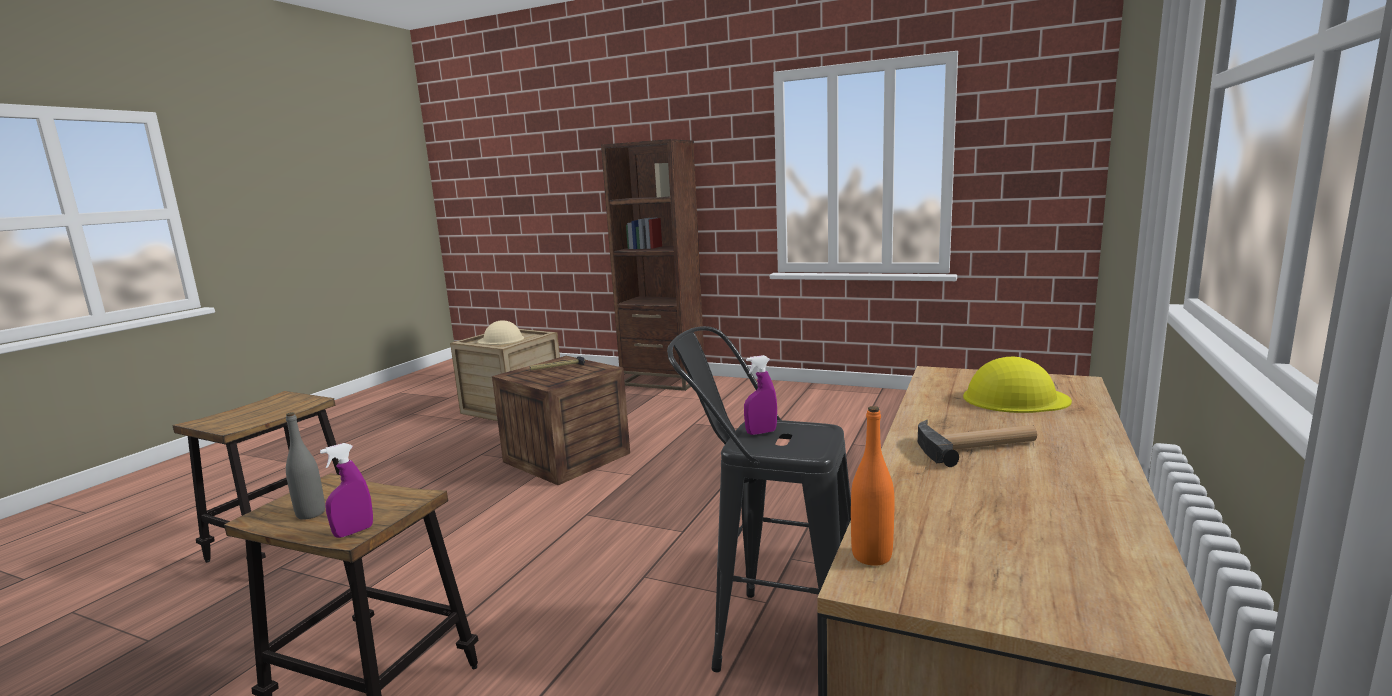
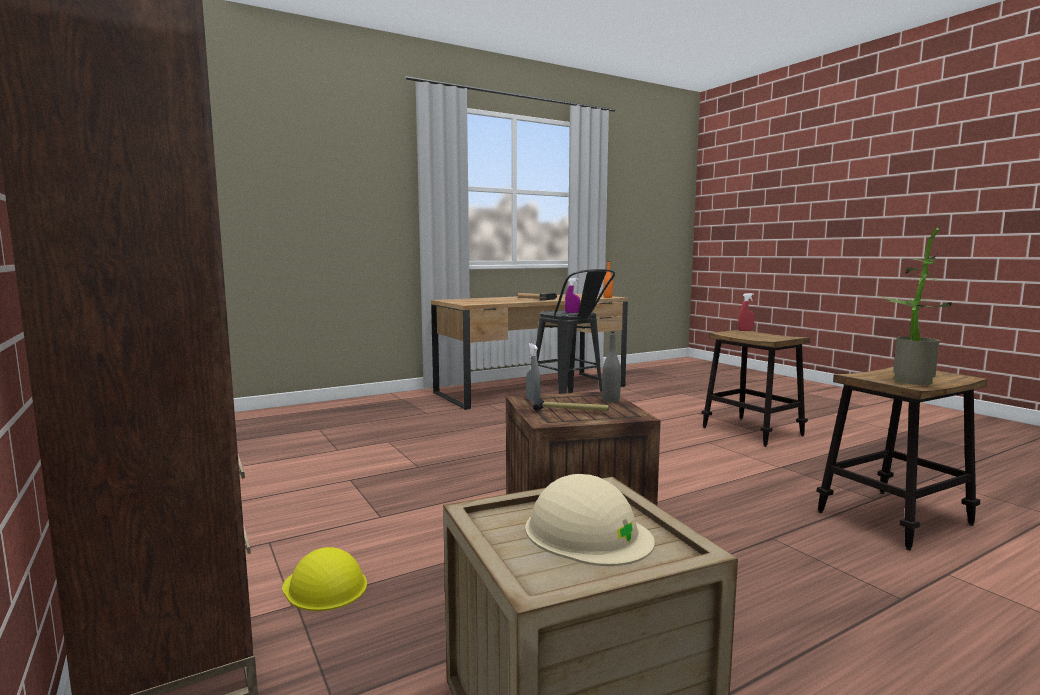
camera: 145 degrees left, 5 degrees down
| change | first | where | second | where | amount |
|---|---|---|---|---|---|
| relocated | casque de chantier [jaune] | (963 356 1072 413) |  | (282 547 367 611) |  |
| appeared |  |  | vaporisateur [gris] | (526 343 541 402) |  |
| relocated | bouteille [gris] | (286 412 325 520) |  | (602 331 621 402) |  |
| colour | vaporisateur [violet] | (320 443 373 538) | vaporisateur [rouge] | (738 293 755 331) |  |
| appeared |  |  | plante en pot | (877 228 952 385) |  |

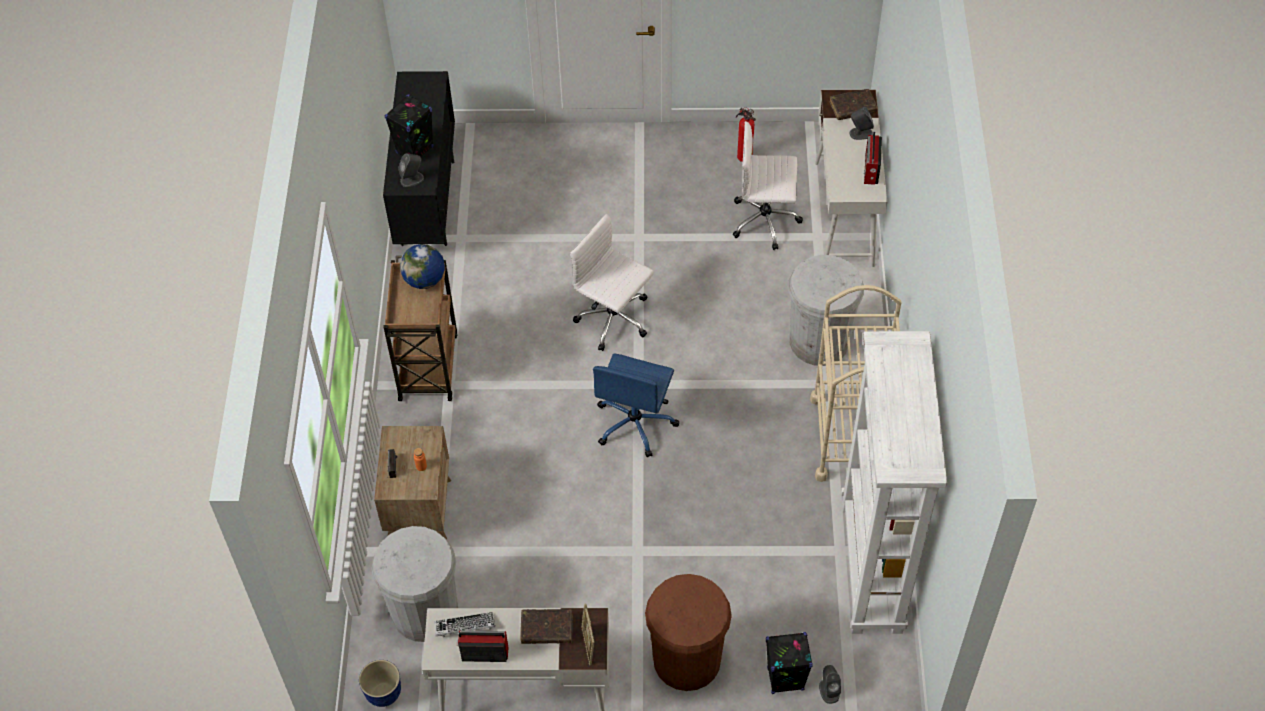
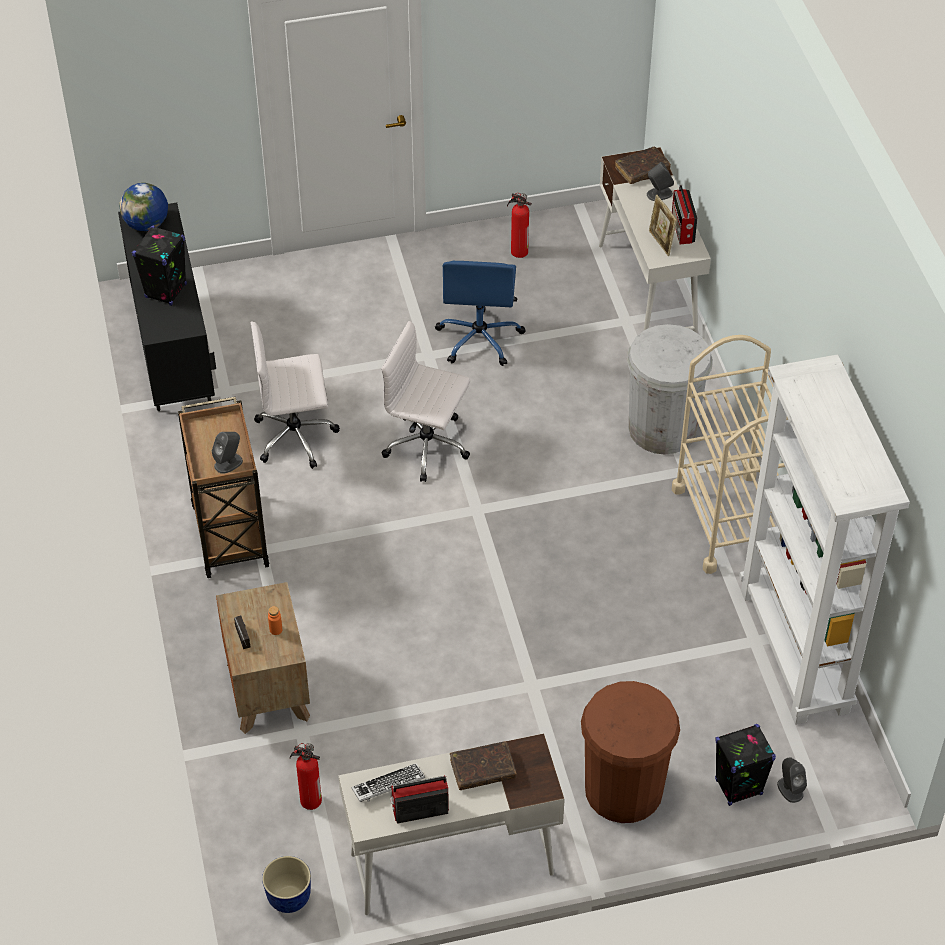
camera: 15 degrees left, 5 degrees down
| change | first | where | second | where | amount |
|---|---|---|---|---|---|
| relocated | globe | (400 244 445 289) |  | (120 183 168 231) |  |
| relocated | enceinte [gris] | (398 154 424 187) |  | (212 432 243 474) |  |
| relocated | chaise de bureau [blanc] | (733 121 803 250) |  | (250 321 340 469) |  |
| exchanged | poubelle [blanc] | (371 526 458 642) | extincteur | (290 743 322 810) |  |
| relocated | chaise de bureau [bleu] | (593 353 679 457) |  | (435 261 525 366) |  |
| relocated | cadre photo | (582 603 594 665) |  | (649 195 677 256) |  |

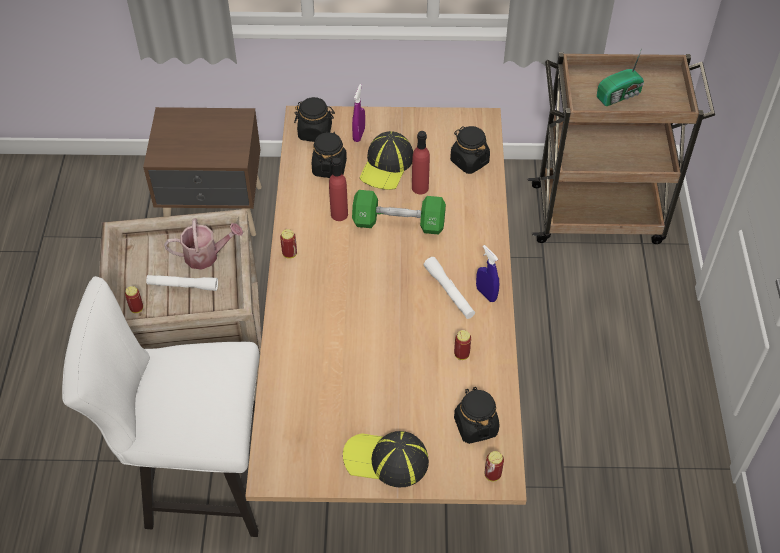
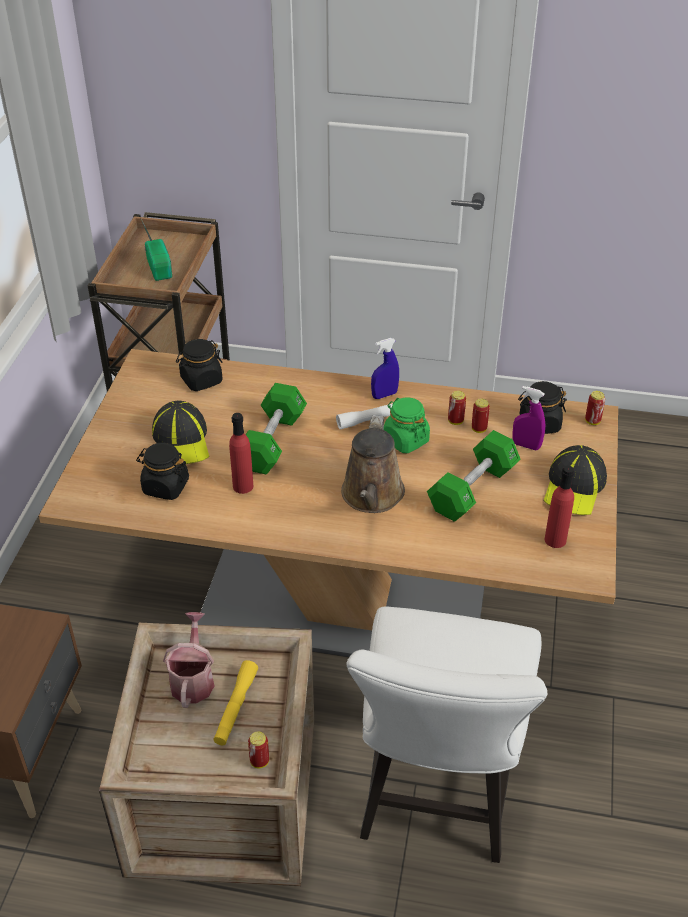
camera: 80 degrees left, 10 degrees down
| change | first | where | second | where | amount |
|---|---|---|---|---|---|
| spun | casquette | (359 131 413 190) |  | (152 401 209 464) | 45 degrees clockwise |
| colour | lampe de poche [blanc] | (146 275 218 291) | lampe de poche [jaune] | (213 660 258 745) |  |
| appeared |  |  | arrosoir [marron] | (341 415 405 513) |  |
| appeared |  |  | bocal [vert] | (383 398 430 453) |  |
| appeared |  |  | haltère [vert] | (427 430 520 522) |  |
| relocated | boîte métallique | (280 229 297 259) |  | (472 398 490 433) |  |
| relocated | vaporisateur [violet] | (352 84 365 142) |  | (512 386 545 450) |  |
| relocated | bouteille [rouge] | (412 131 430 194) |  | (545 466 574 548) |  |
| missing | bocal [noir] | (294 97 335 142) |  |  |  |

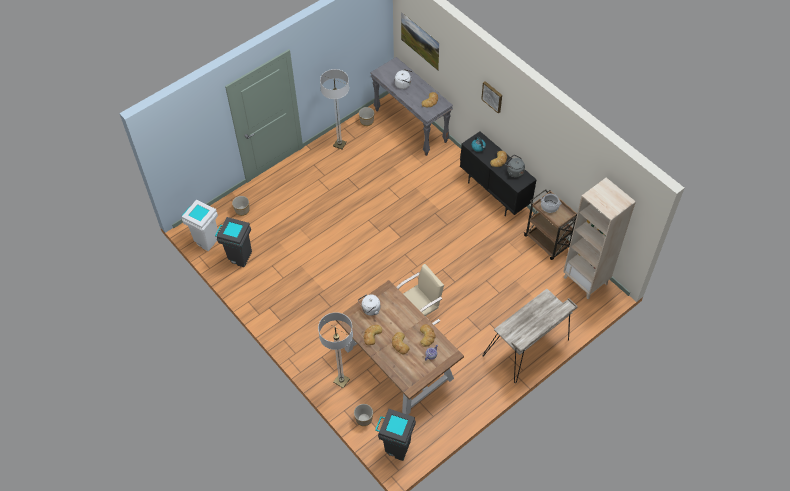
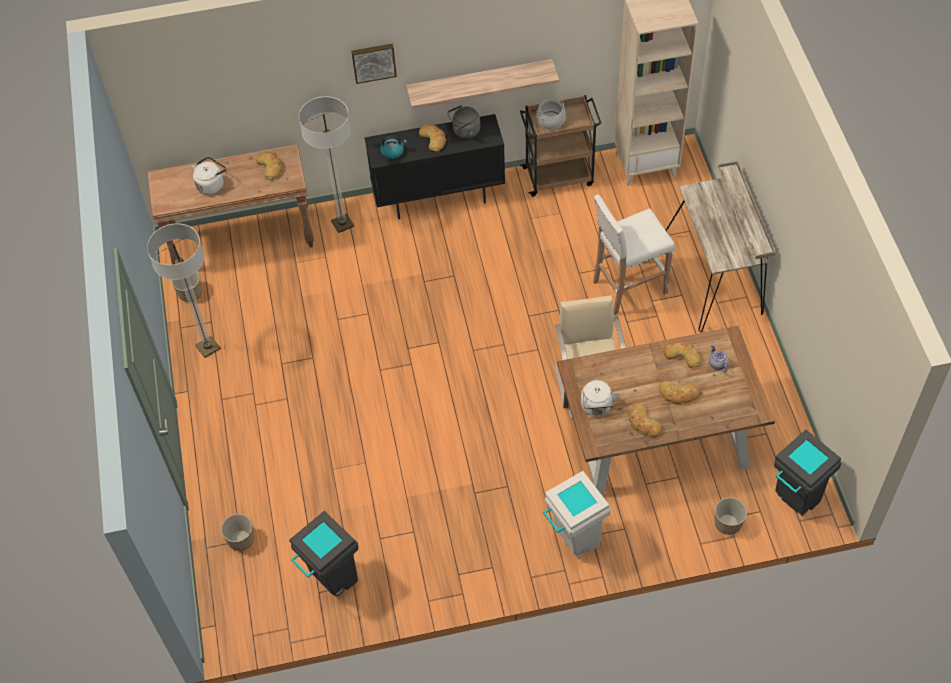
camera: 60 degrees left, 0 degrees up
| change | first | where | second | where | amount |
|---|---|---|---|---|---|
| colour | table console [gris] | (370 57 453 156) | table console [marron] | (147 144 314 265) |  |
| relocated | lampadaire | (318 312 353 388) |  | (299 96 354 233) |  |
| appeared |  |  | étagère | (406 59 559 109) |  |
| relocated | poubelle [blanc] | (182 200 219 251) |  | (543 471 611 557) |  |
| appeared |  |  | tabouret [blanc] | (593 195 675 315) |  |
| missing | tableau | (401 12 439 70) |  |  |  |

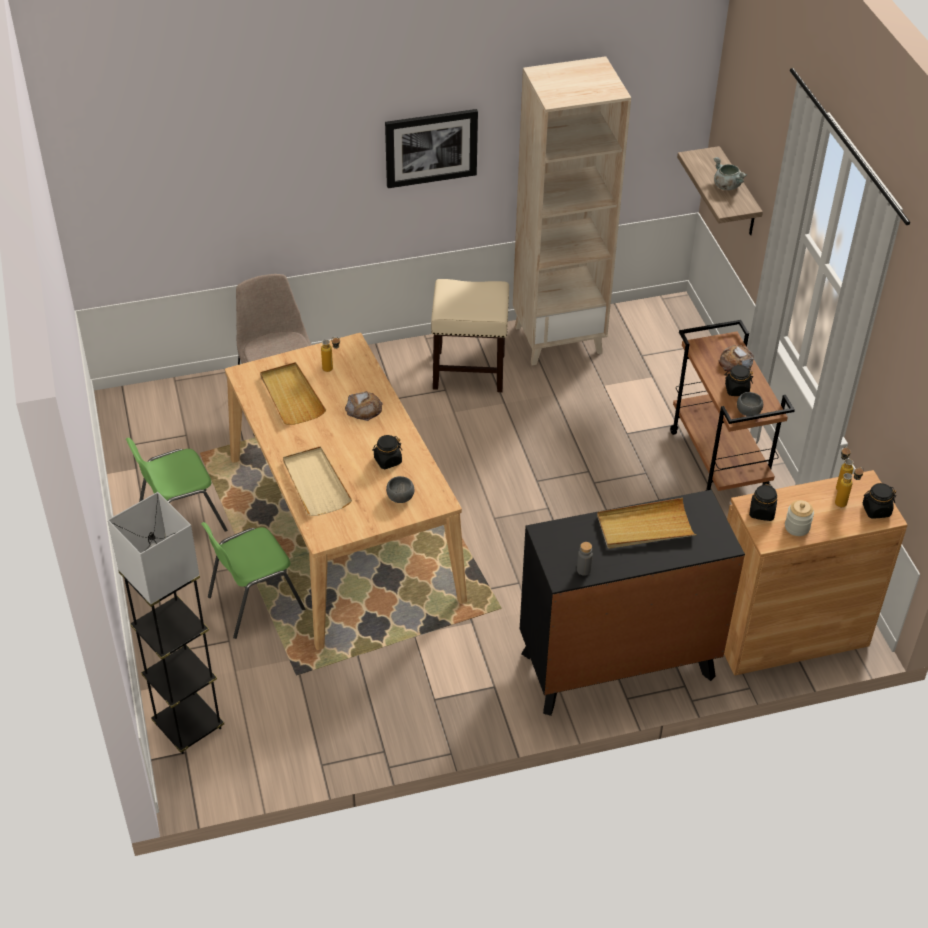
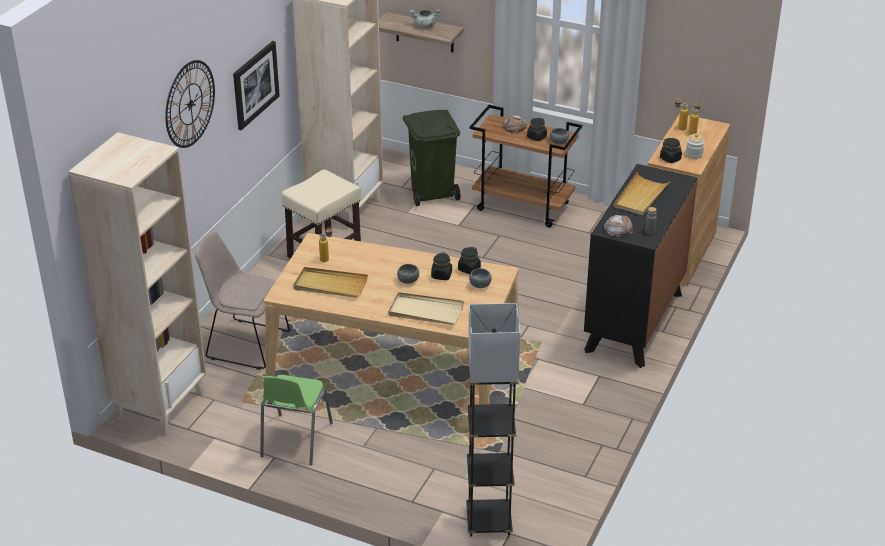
camera: 50 degrees left, 10 degrees down
| change | first | where | second | where | amount |
|---|---|---|---|---|---|
| appeared |  |  | bibliothèque [beige] | (68 132 206 435) |  |
| appeared |  |  | horloge murale | (165 60 215 148) |  |
| appeared |  |  | bol [gris] | (397 264 419 284) |  |
| appeared |  |  | poubelle [vert] | (403 110 461 206) |  |
| relocated | bocal [noir] | (863 483 896 519) |  | (458 247 481 274) |  |
| relocated | pain | (345 391 383 421) |  | (604 215 633 237) |  |
| missing | chaise [vert] | (201 522 305 639) |  |  |  |

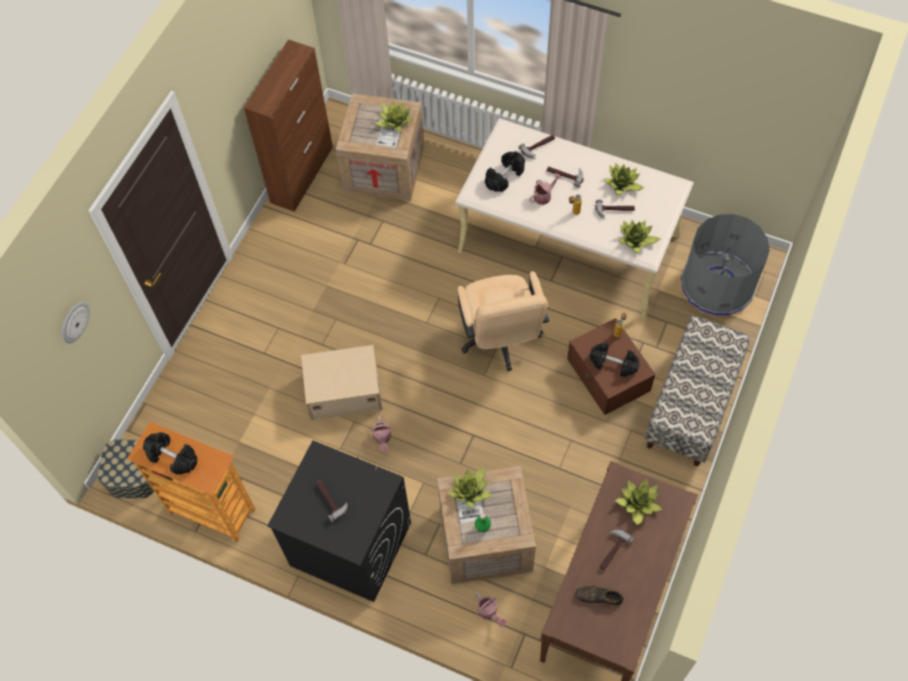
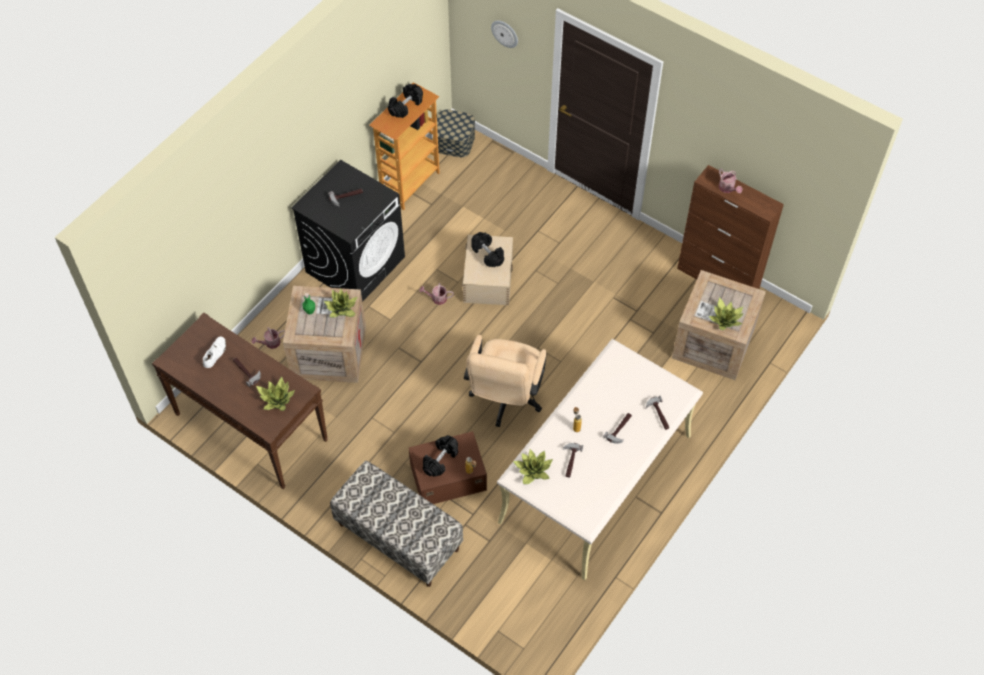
camera: 100 degrees right, 5 degrees down
| change | first | where | second | where | amount |
|---|---|---|---|---|---|
| colour | chaussure [marron] | (575 586 623 605) | chaussure [blanc] | (203 336 226 368) |  |
| spun | chaise de bureau [beige] | (457 271 549 371) |  | (464 335 547 427) | 75 degrees counterclockwise |
| relocated | haltère [noir] | (485 151 525 192) |  | (471 232 504 267) |  |
| relocated | arrosoir | (529 173 562 205) |  | (719 168 742 193) |  |
| missing | plante en pot | (604 163 644 195) |  |  |  |
| missing | poubelle [gris] | (681 214 770 315) |  |  |  |

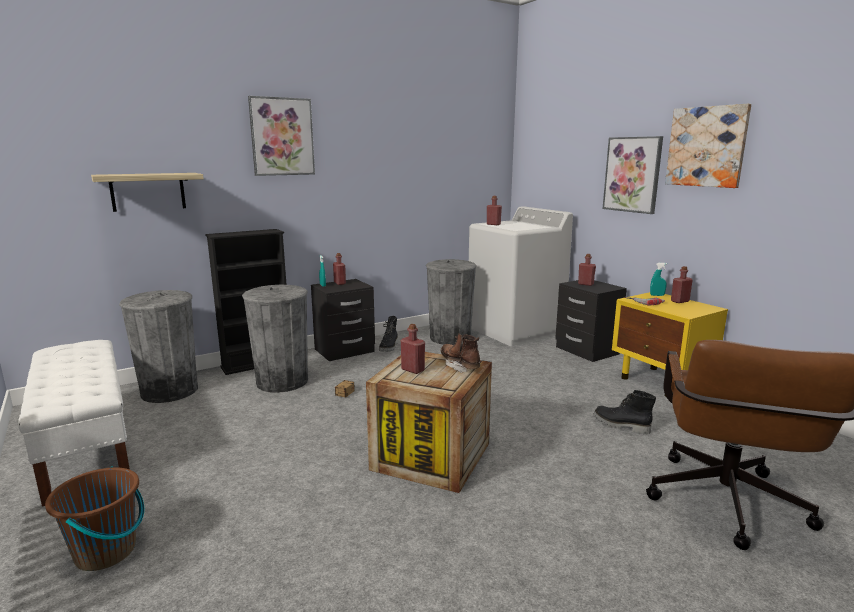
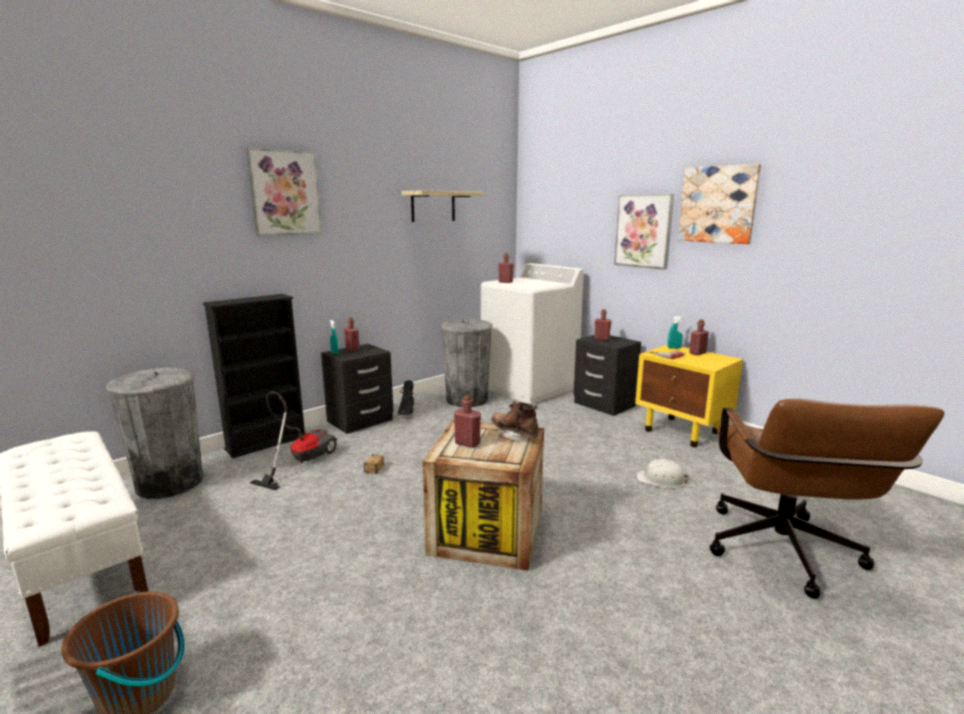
camera: 10 degrees left, 0 degrees up
| change | first | where | second | where | amount |
|---|---|---|---|---|---|
| exchanged | poubelle [gris] | (242 285 308 393) | aspirateur | (250 391 337 490) |  |
| relocated | étagère | (91 173 204 212) |  | (402 190 483 222) |  |
| exchanged | botte [noir] | (593 390 656 434) | casque de chantier [blanc] | (637 459 689 488) |  |

